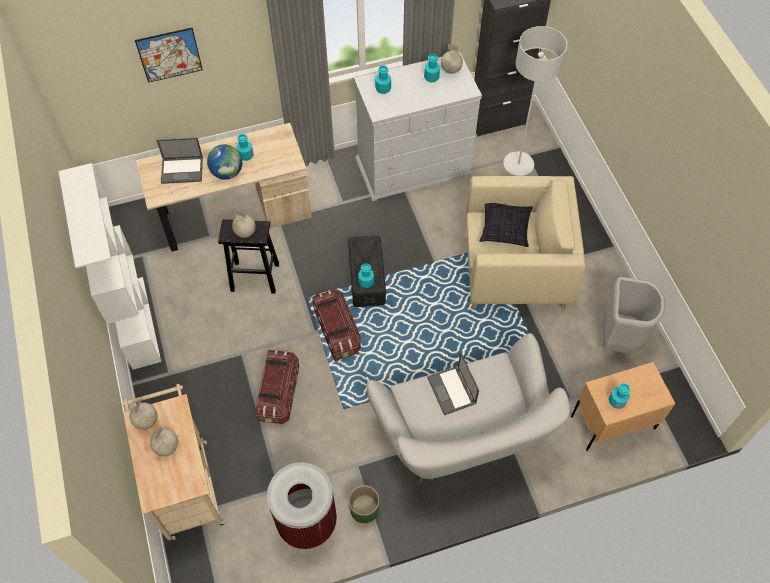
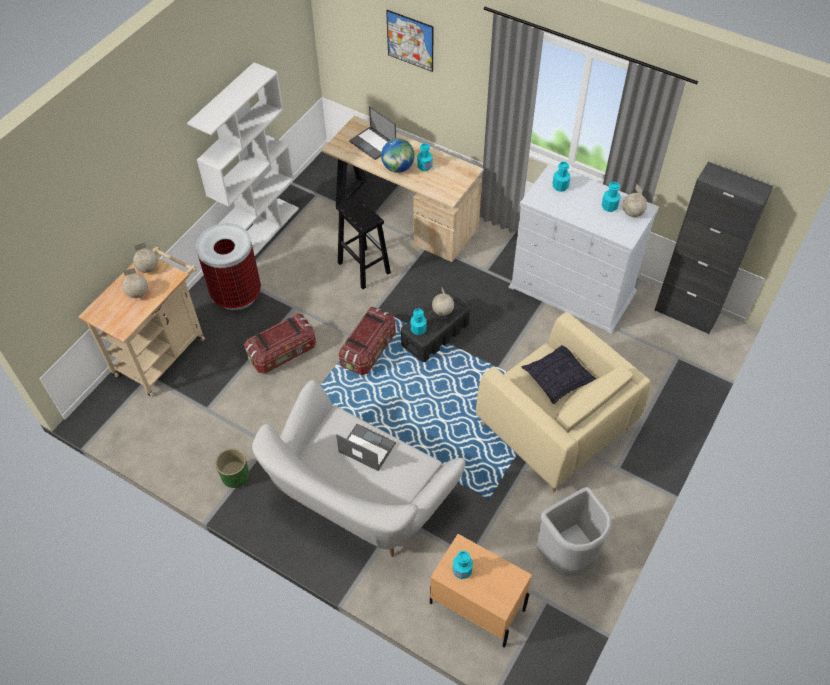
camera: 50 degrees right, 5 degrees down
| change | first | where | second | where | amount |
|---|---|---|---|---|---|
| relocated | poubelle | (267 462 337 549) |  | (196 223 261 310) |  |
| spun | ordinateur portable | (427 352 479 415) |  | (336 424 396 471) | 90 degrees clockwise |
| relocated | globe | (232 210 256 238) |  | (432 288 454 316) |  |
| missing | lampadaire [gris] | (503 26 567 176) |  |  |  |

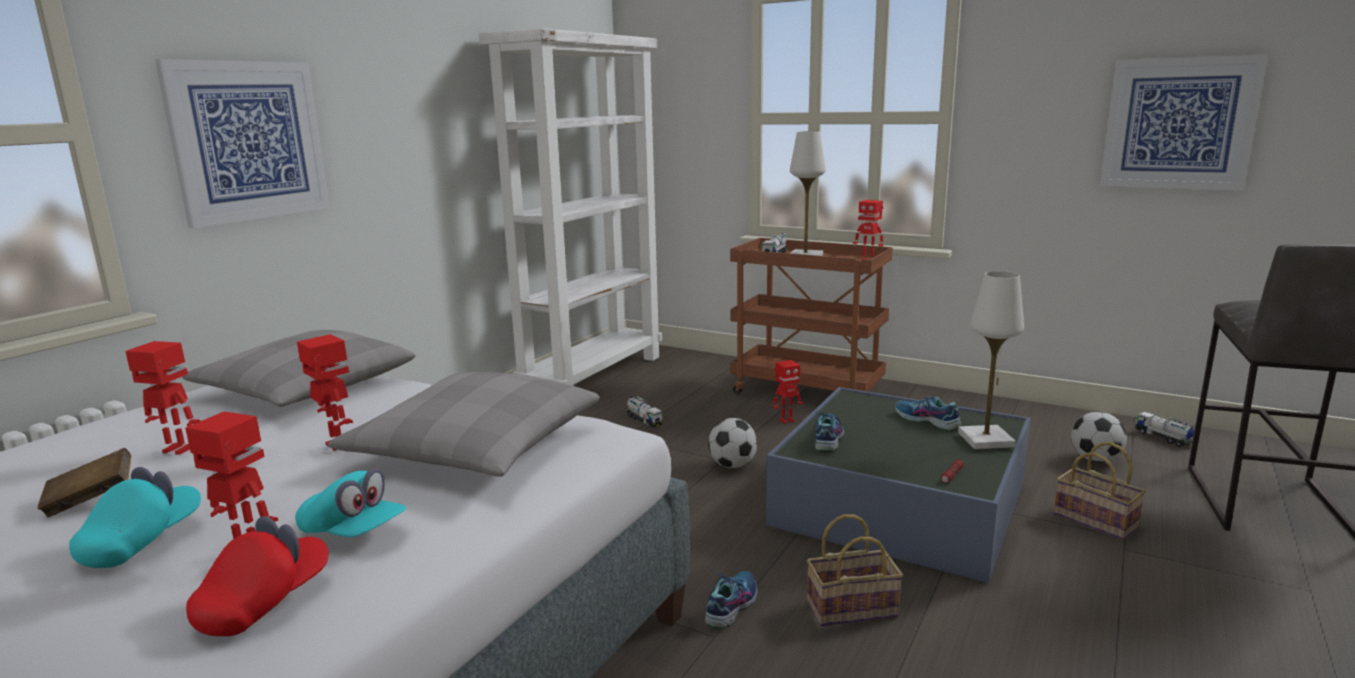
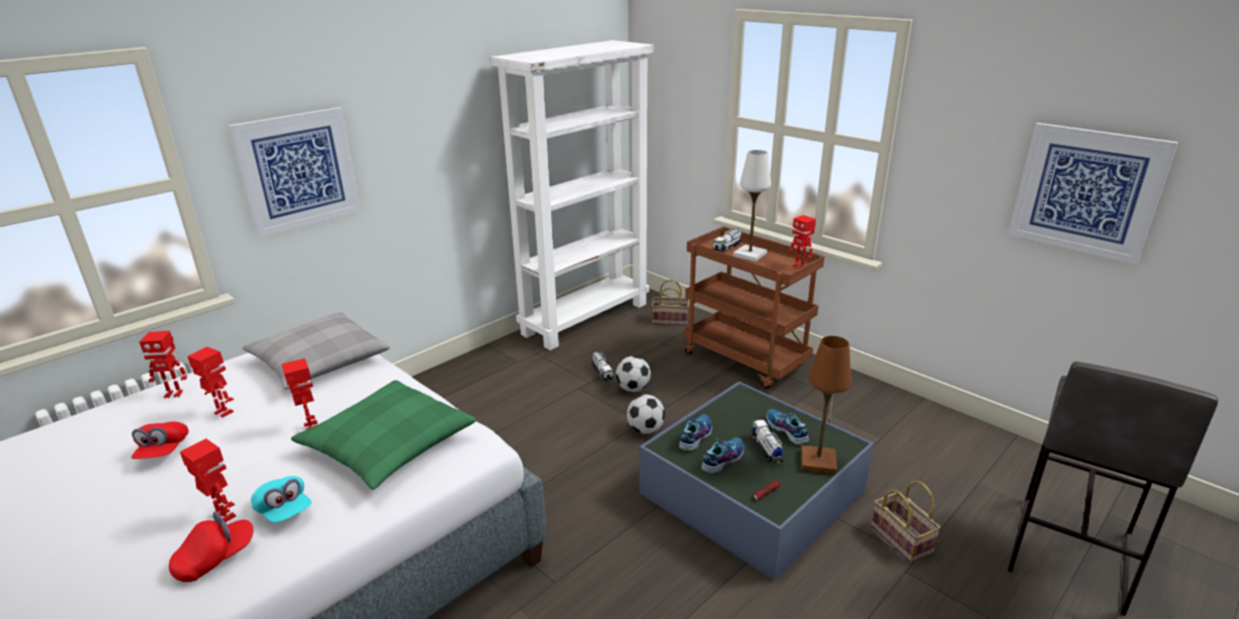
camera: 15 degrees right, 10 degrees up
| change | first | where | second | where | amount |
|---|---|---|---|---|---|
| exchanged | livre [marron] | (38 448 131 517) | casquette [rouge] | (131 422 189 459) |  |
| relocated | robot jouet | (773 360 803 424) |  | (139 331 187 398) |  |
| colour | coussin [gris] | (328 372 600 477) | coussin [vert] | (291 380 476 490) |  |
| relocated | ballon de foot | (1071 412 1127 462) |  | (616 356 651 392) |  |
| relocated | panier | (807 514 903 626) |  | (652 279 689 326) |  |
| relocated | chaussure | (705 571 757 629) |  | (701 436 744 475) |  |
| relocated | camion jouet | (1135 412 1194 447) |  | (752 419 784 463) |  |
| colour | lampe de table [blanc] | (958 271 1024 449) | lampe de table [marron] | (801 336 851 474) |  |
| missing | casquette [turquoise] | (69 467 201 568) |  |  |  |

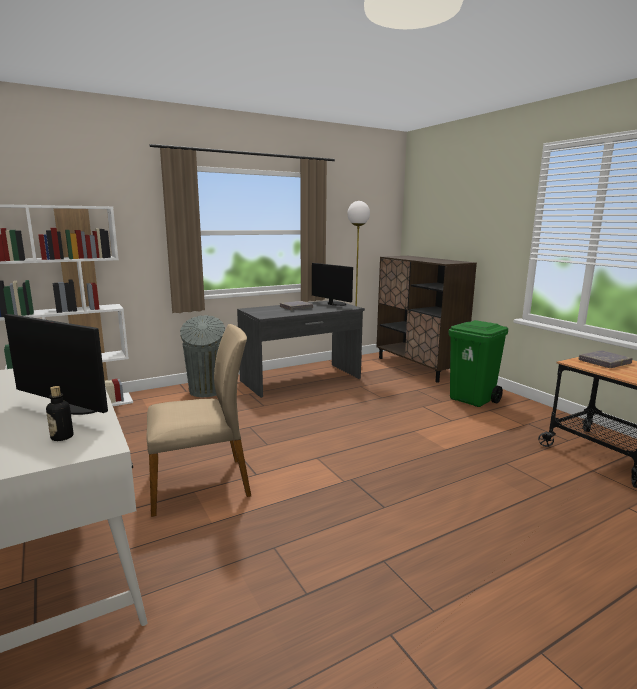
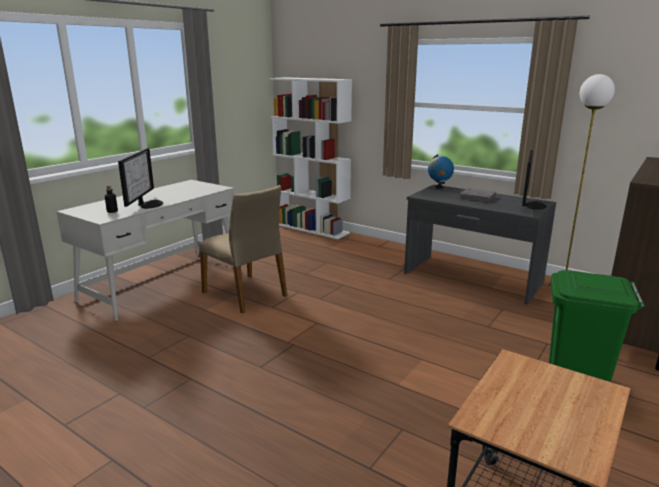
camera: 65 degrees right, 5 degrees up
| change | first | where | second | where | amount |
|---|---|---|---|---|---|
| appeared |  |  | globe | (428 154 454 188) |  |
| missing | poubelle [gris] | (180 315 225 397) |  |  |  |
| missing | livre [gris] | (579 350 633 368) |  |  |  |

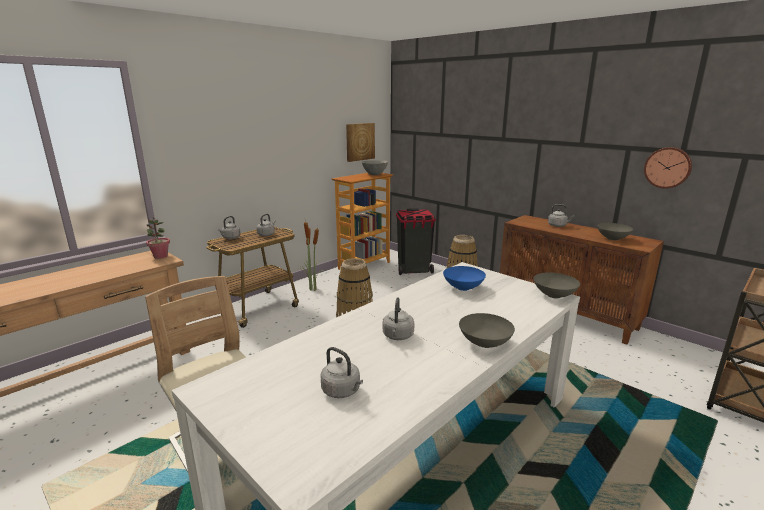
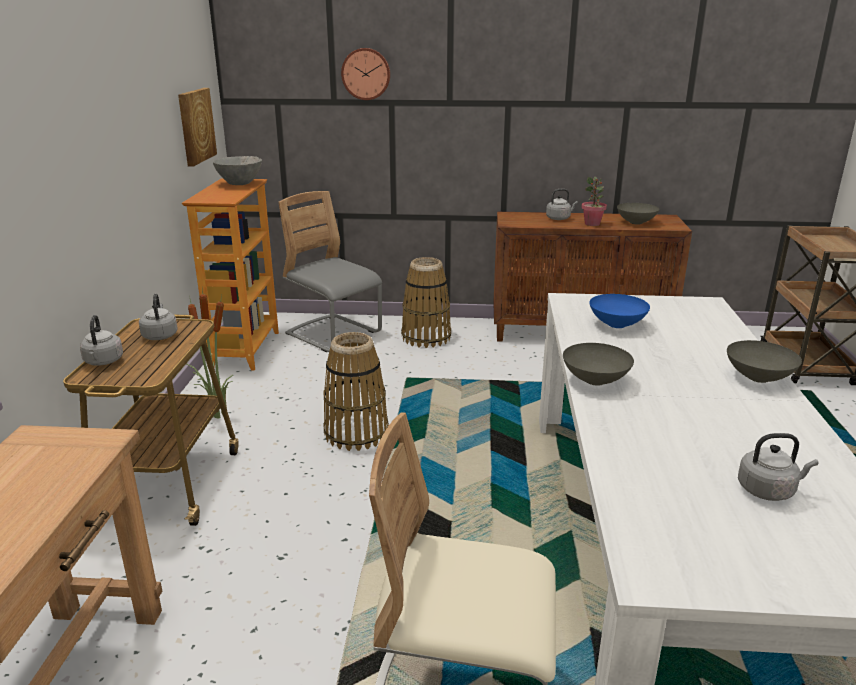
camera: 40 degrees left, 5 degrees up
| change | first | where | second | where | amount |
|---|---|---|---|---|---|
| exchanged | poubelle [noir] | (396 208 436 275) | chaise [gris] | (278 191 382 352) |  |
| relocated | horloge murale | (644 147 692 189) |  | (341 48 391 100) |  |
| relocated | bol [gris] | (534 273 580 299) |  | (563 343 634 386) |  |
| relocated | plante en pot | (146 218 170 259) |  | (581 177 607 226) |  |
| missing | bouilloire [gris] | (383 297 414 340) |  |  |  |

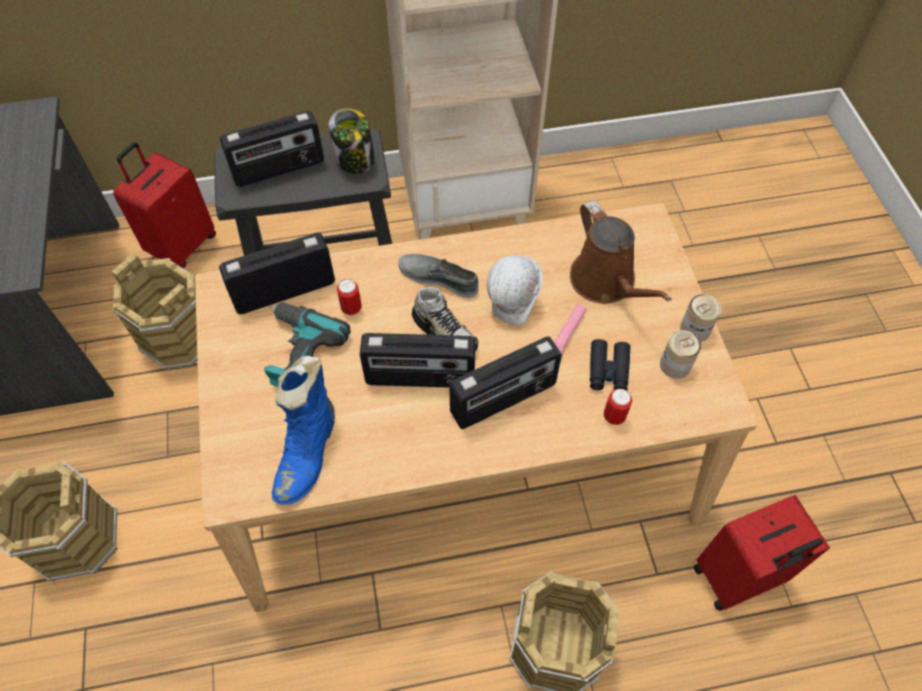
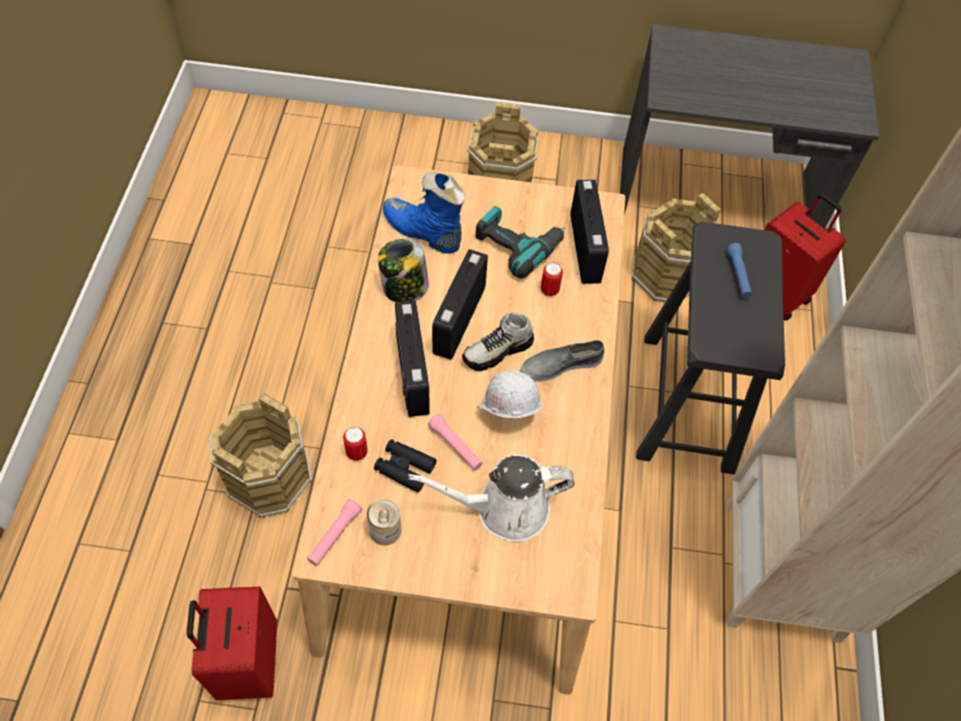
camera: 105 degrees right, 0 degrees up
| change | first | where | second | where | amount |
|---|---|---|---|---|---|
| appeared |  |  | lampe de poche [rose] | (307 499 362 566) |  |
| relocated | bocal | (329 109 375 174) |  | (378 239 429 302) |  |
| colour | arrosoir [marron] | (570 201 671 304) | arrosoir [blanc] | (408 455 575 542) |  |
| spun | chaussure [gris] | (398 254 479 298) |  | (520 340 605 382) | 150 degrees counterclockwise |
| exchanged | radio | (220 111 324 187) | lampe de poche [bleu] | (727 243 752 298) |  |
| missing | boîte métallique | (680 294 721 342) |  |  |  |

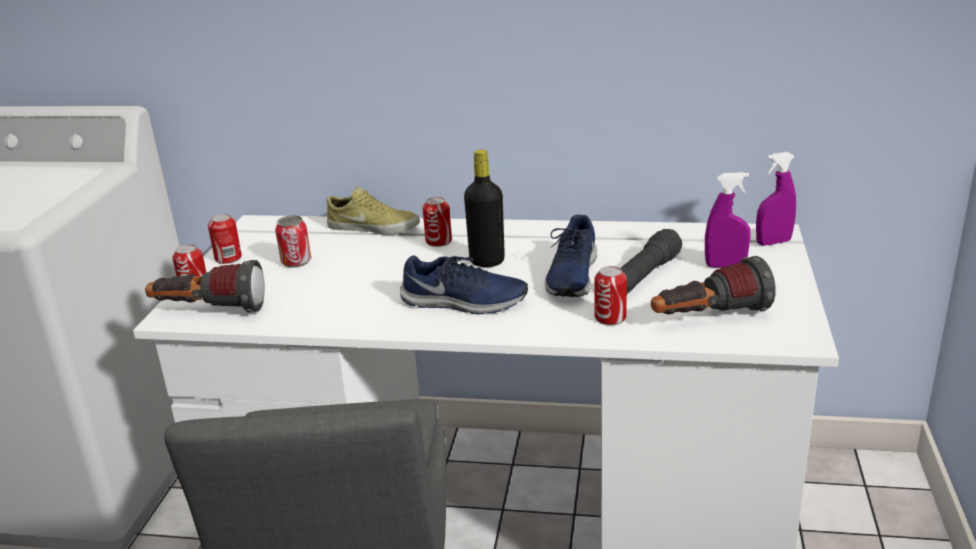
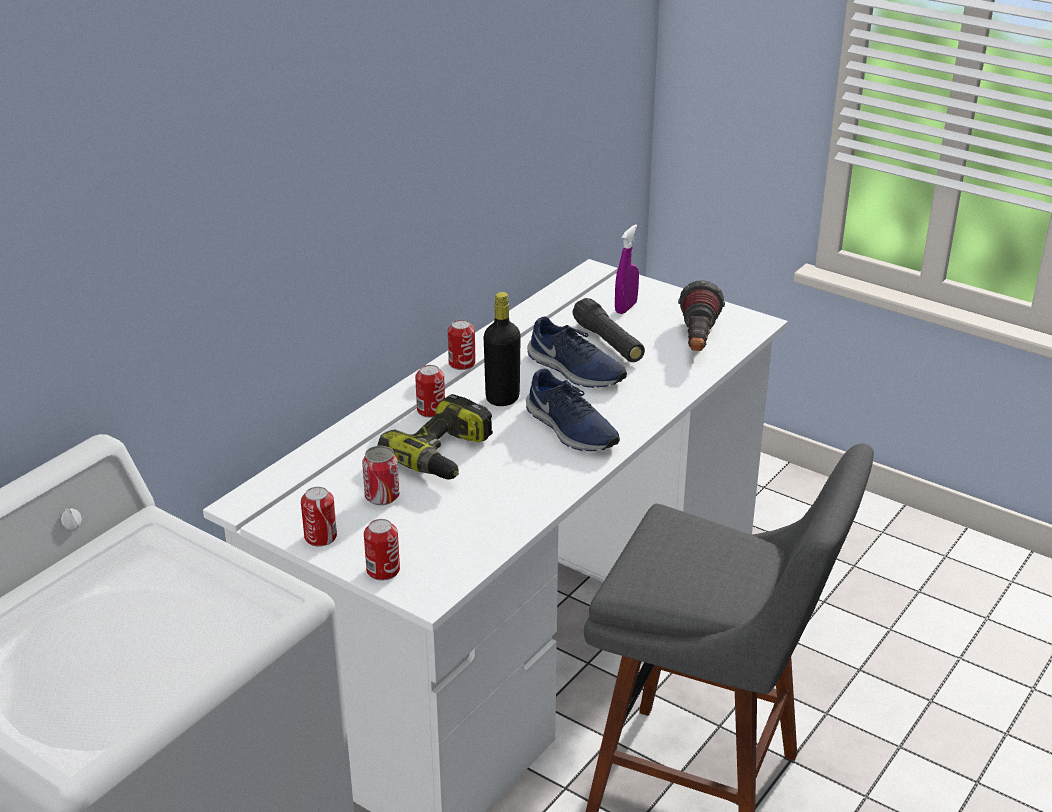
camera: 65 degrees left, 5 degrees up
| change | first | where | second | where | amount |
|---|---|---|---|---|---|
| appeared |  |  | perceuse | (378 394 493 480) |  |
| relocated | boîte métallique | (594 266 627 325) |  | (448 320 476 370) |  |
| spun | chaussure [bleu] | (400 255 528 314) |  | (526 369 620 451) | 105 degrees clockwise |
| missing | lampe de poche | (145 260 265 313) |  |  |  |
| missing | chaussure [beige] | (327 186 420 235) |  |  |  |
| missing | vaporisateur [violet] | (756 152 796 246) |  |  |  |

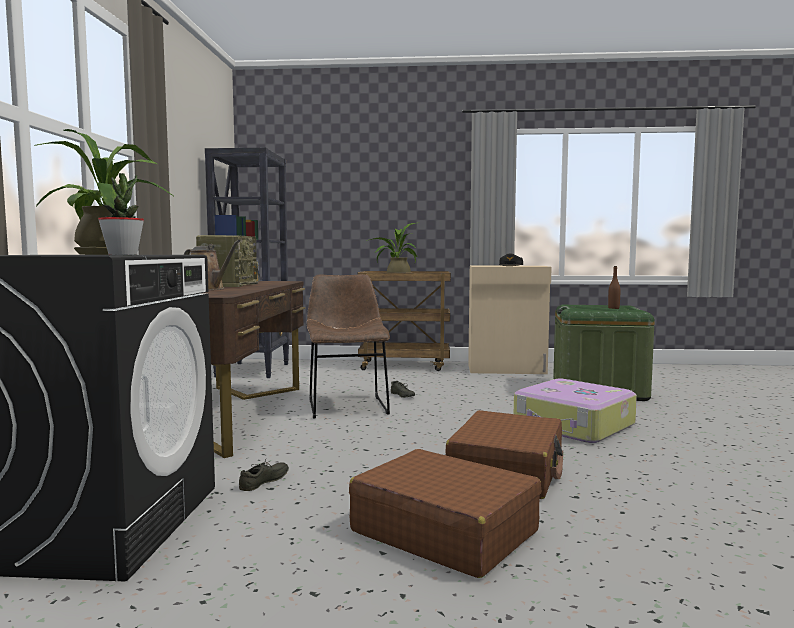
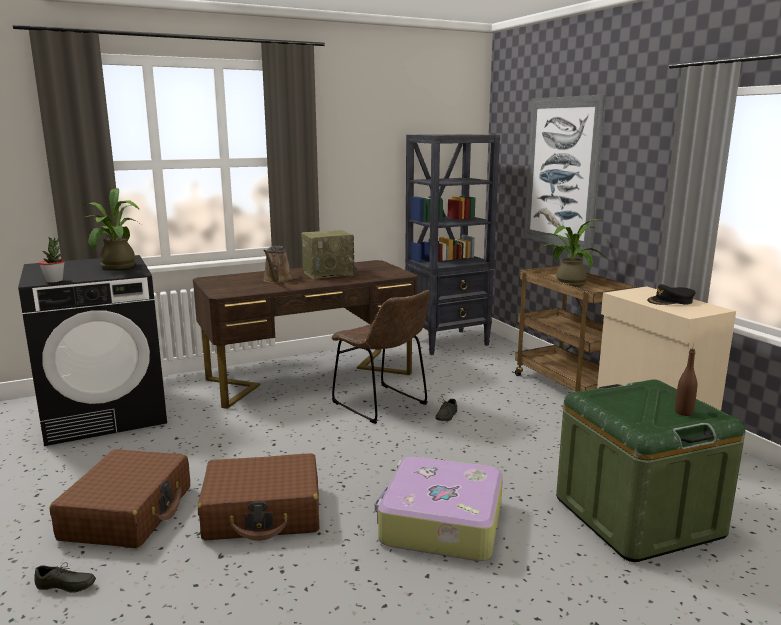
camera: 60 degrees right, 10 degrees up
| change | first | where | second | where | amount |
|---|---|---|---|---|---|
| relocated | chaussure [gris] | (239 459 289 491) |  | (34 562 96 592) |  |
| spun | chaise [marron] | (307 274 390 419) |  | (331 290 431 424) | 90 degrees clockwise |
| appeared |  |  | tableau | (524 94 607 253) |  |

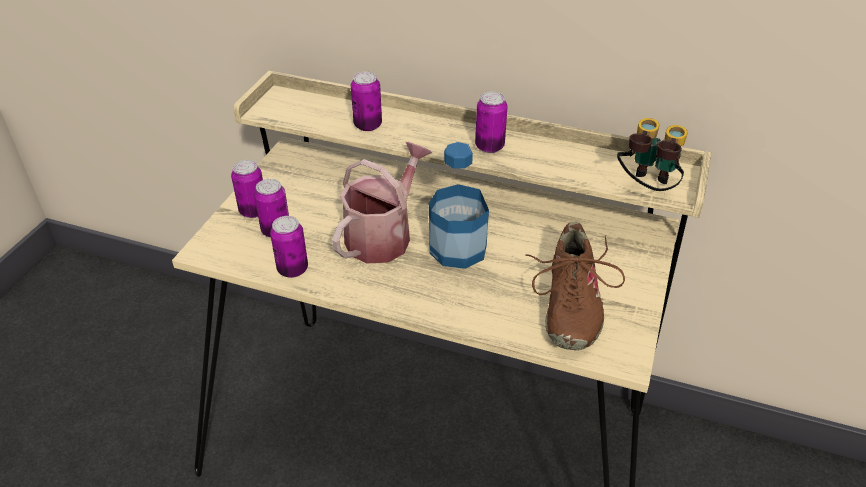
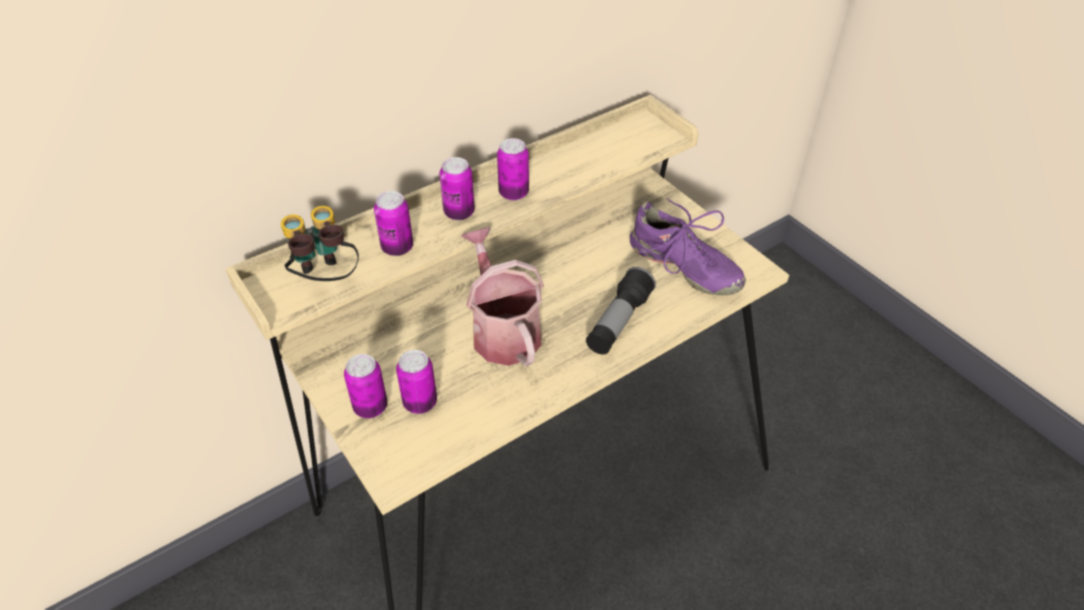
camera: 55 degrees left, 5 degrees up
| change | first | where | second | where | amount |
|---|---|---|---|---|---|
| relocated | jumelles | (617 118 688 191) |  | (281 206 359 281) |  |
| relocated | boîte métallique | (270 216 308 278) |  | (440 157 475 220) |  |
| appeared |  |  | lampe de poche | (586 267 656 354) |  |
| colour | chaussure [marron] | (525 222 625 350) | chaussure [violet] | (630 198 746 296) |  |
| missing | bouteille | (429 142 489 269) |  |  |  |

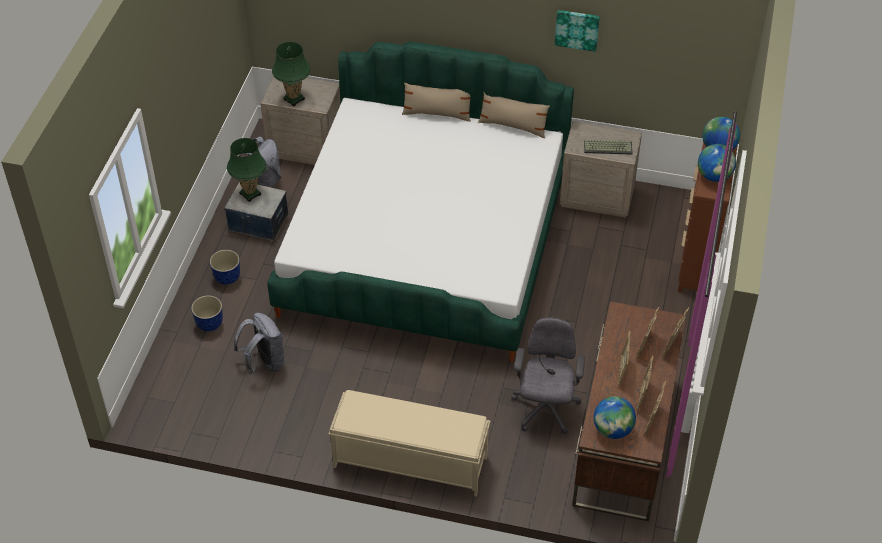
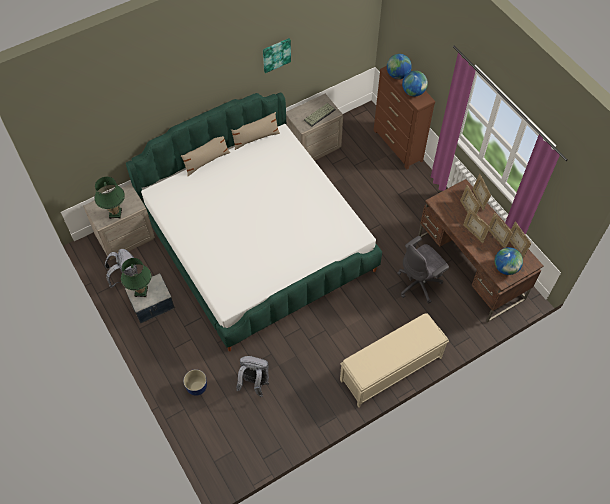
camera: 45 degrees left, 10 degrees up
| change | first | where | second | where | amount |
|---|---|---|---|---|---|
| spun | chaise de bureau [gris] | (511 317 585 434) |  | (397 236 449 303) | 90 degrees counterclockwise |
| missing | cache-pot | (210 250 240 285) |  |  |  |

